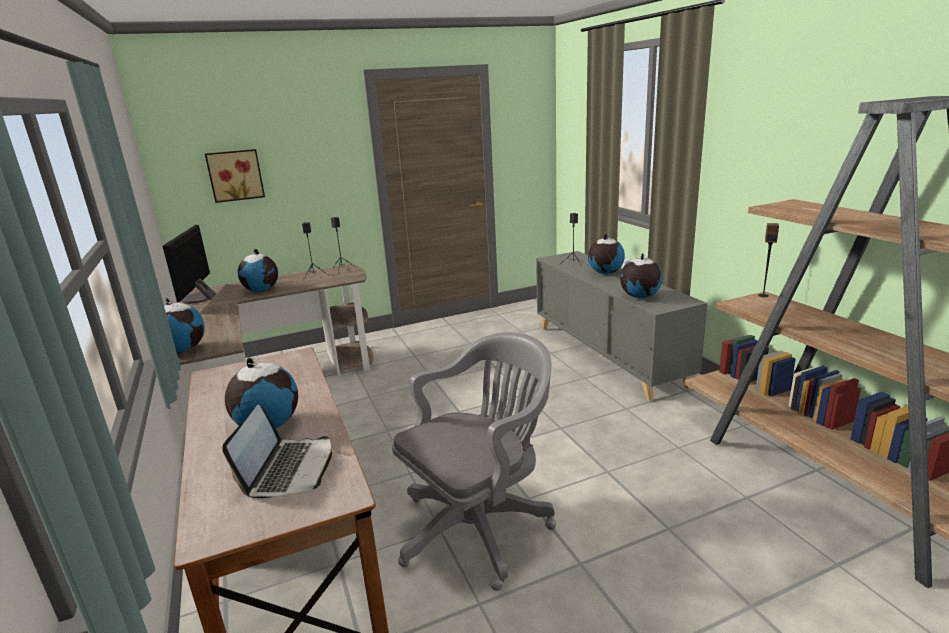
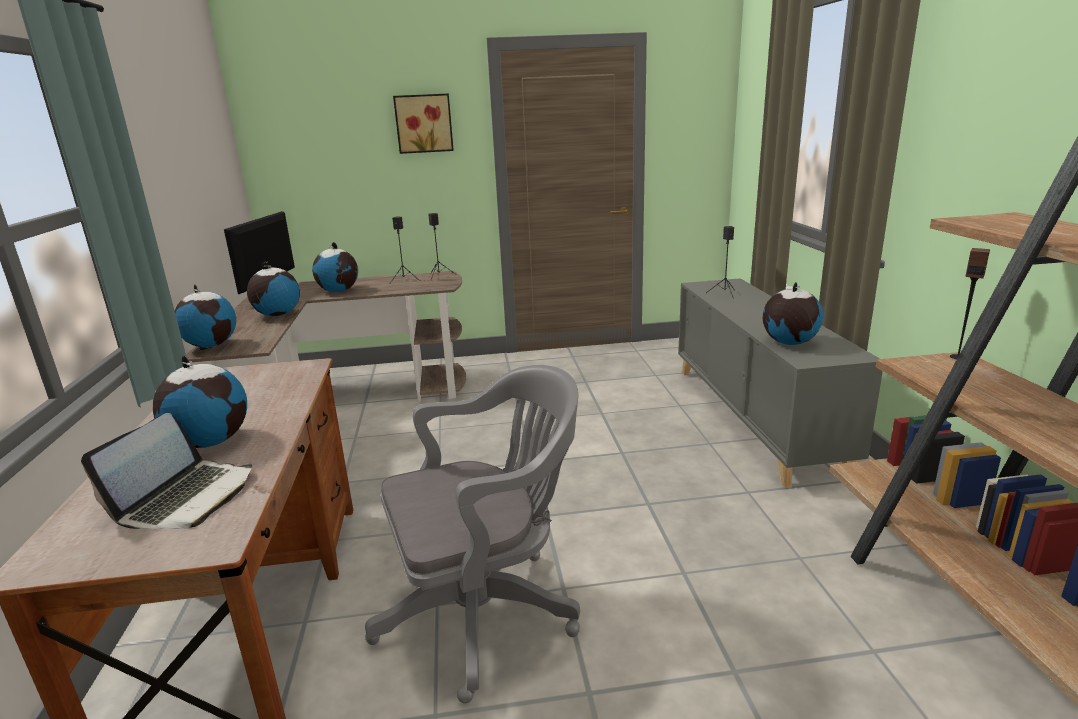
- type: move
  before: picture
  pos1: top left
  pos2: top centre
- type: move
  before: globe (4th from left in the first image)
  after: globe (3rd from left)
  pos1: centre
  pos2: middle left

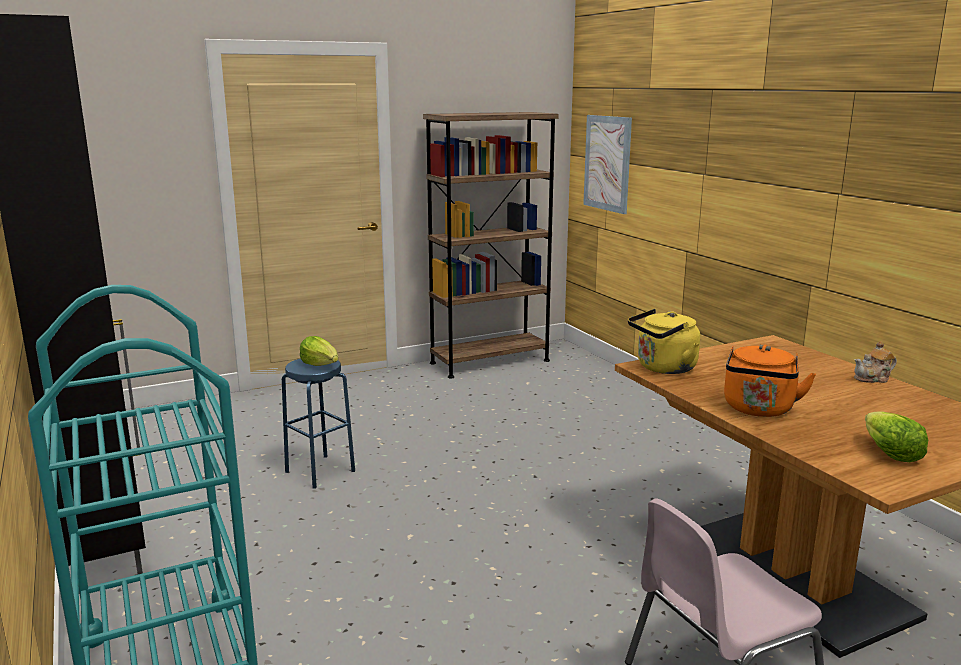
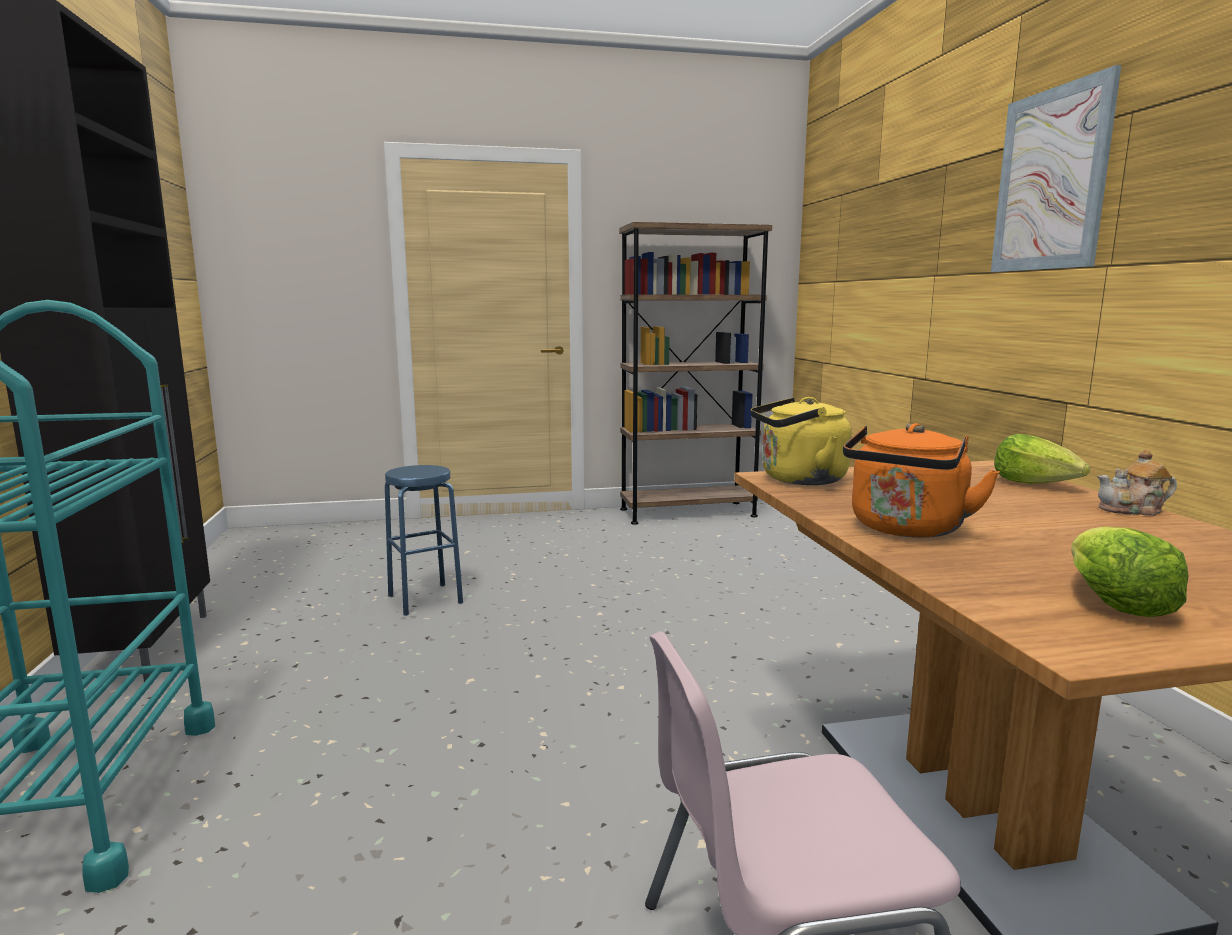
- type: move
  before: lettuce (1st from left)
  pos1: middle left
  pos2: middle right
- type: move
  before: picture
  pos1: top centre
  pos2: top right

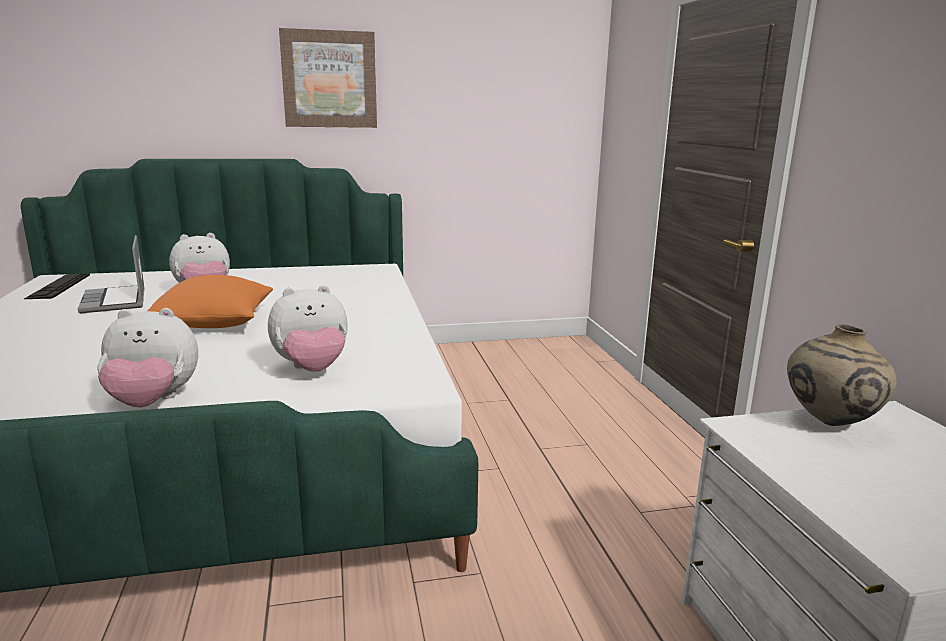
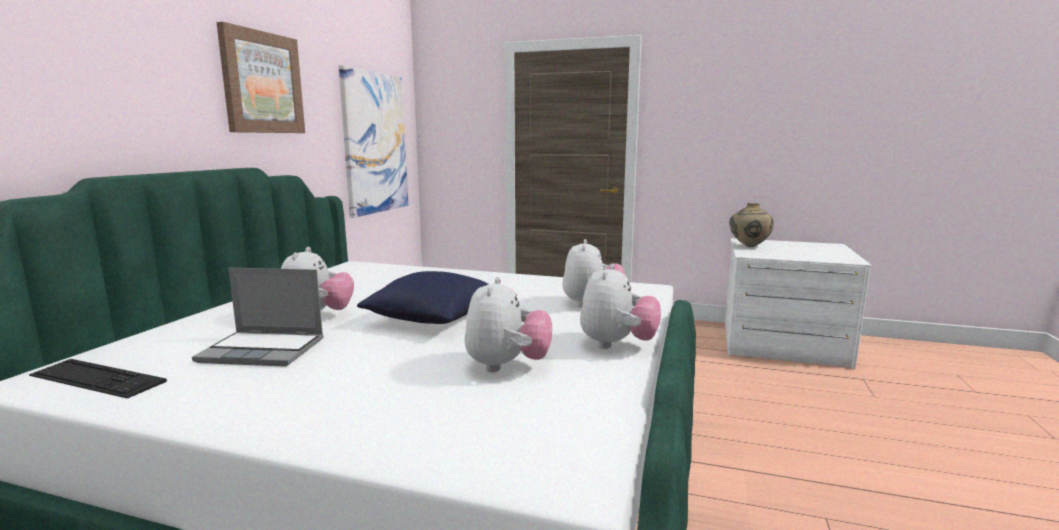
- type: recolor
  before: pillow (orange)
  after: pillow (blue)
  pos1: middle left
  pos2: centre
- type: insert
  after: picture (2nd from left)
  pos2: top centre
- type: insert
  after: plush toy (2nd from left)
  pos2: centre

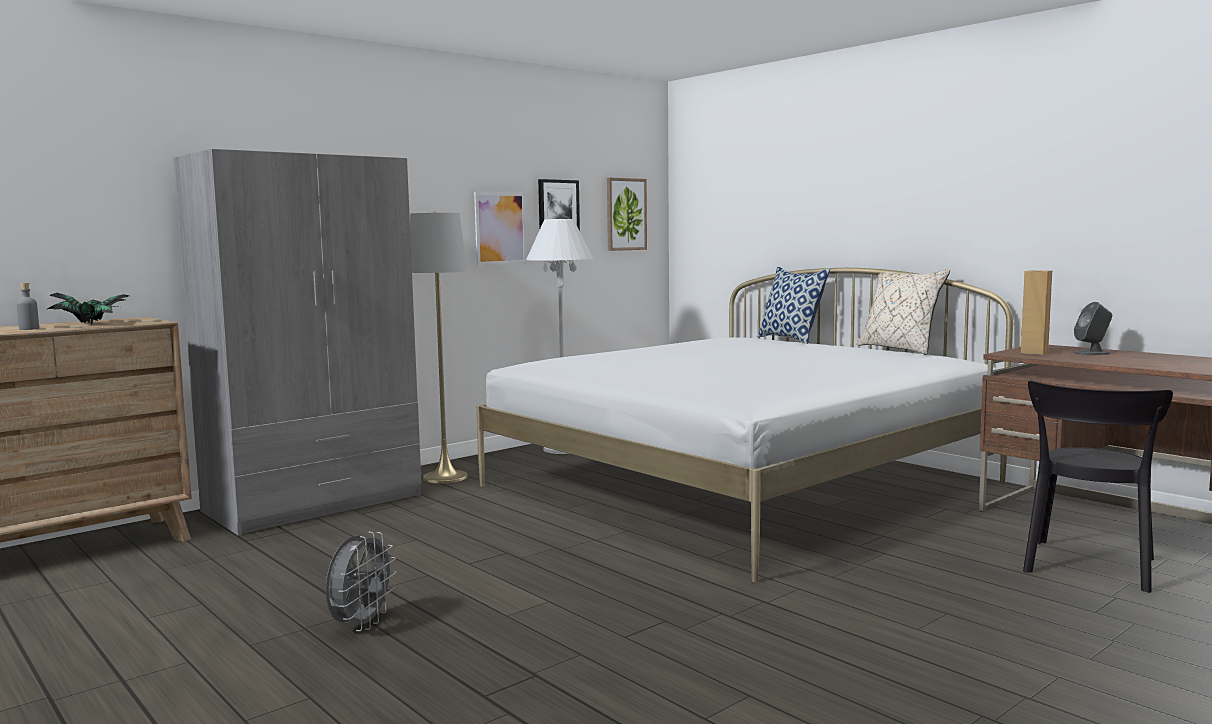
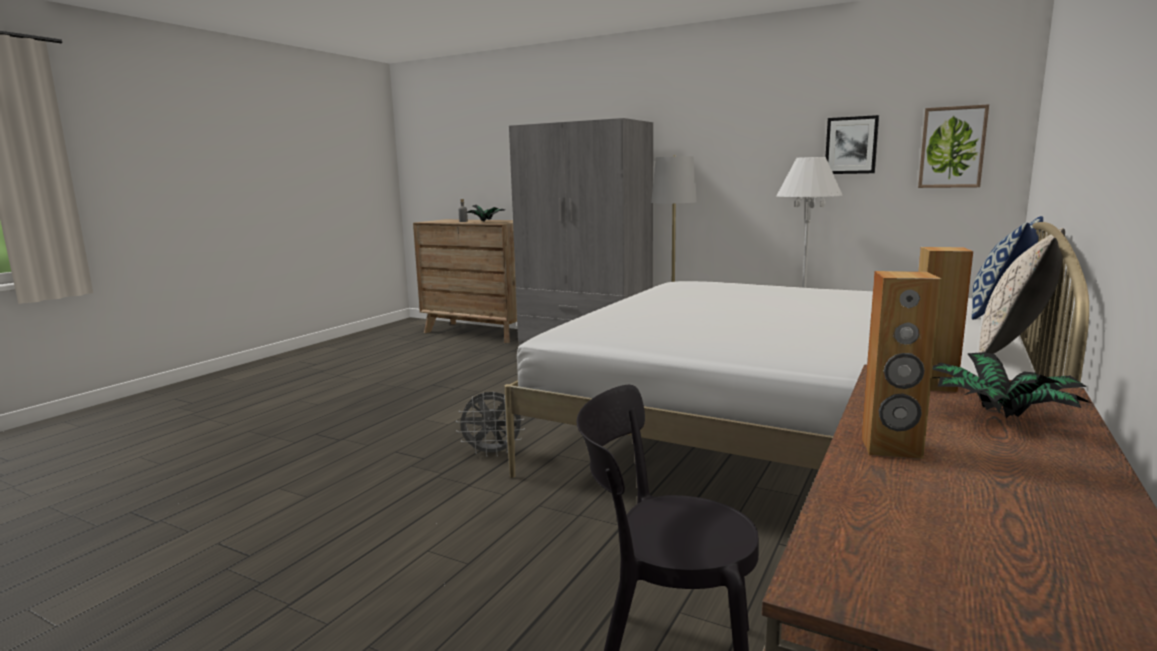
- type: move
  before: fan (grey)
  pos1: bottom left
  pos2: centre
- type: delete
  before: picture (1st from left)
  pos1: top centre
- type: replace
  before: speaker (grey)
  after: potted plant (2nd from left)
  pos1: middle right
  pos2: middle right
- type: insert
  after: speaker (brown) (1st from left)
  pos2: middle right

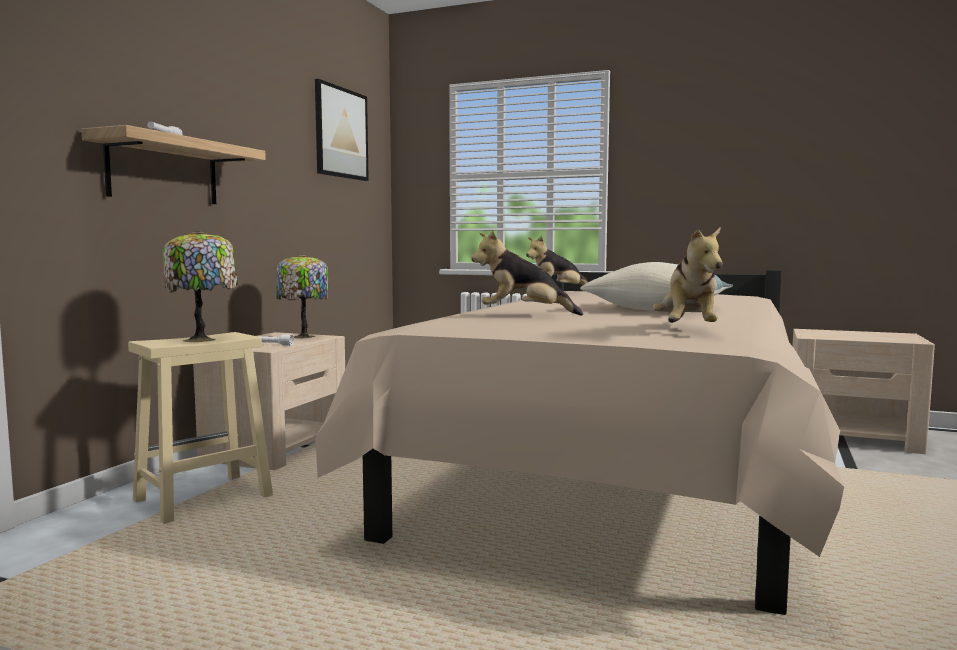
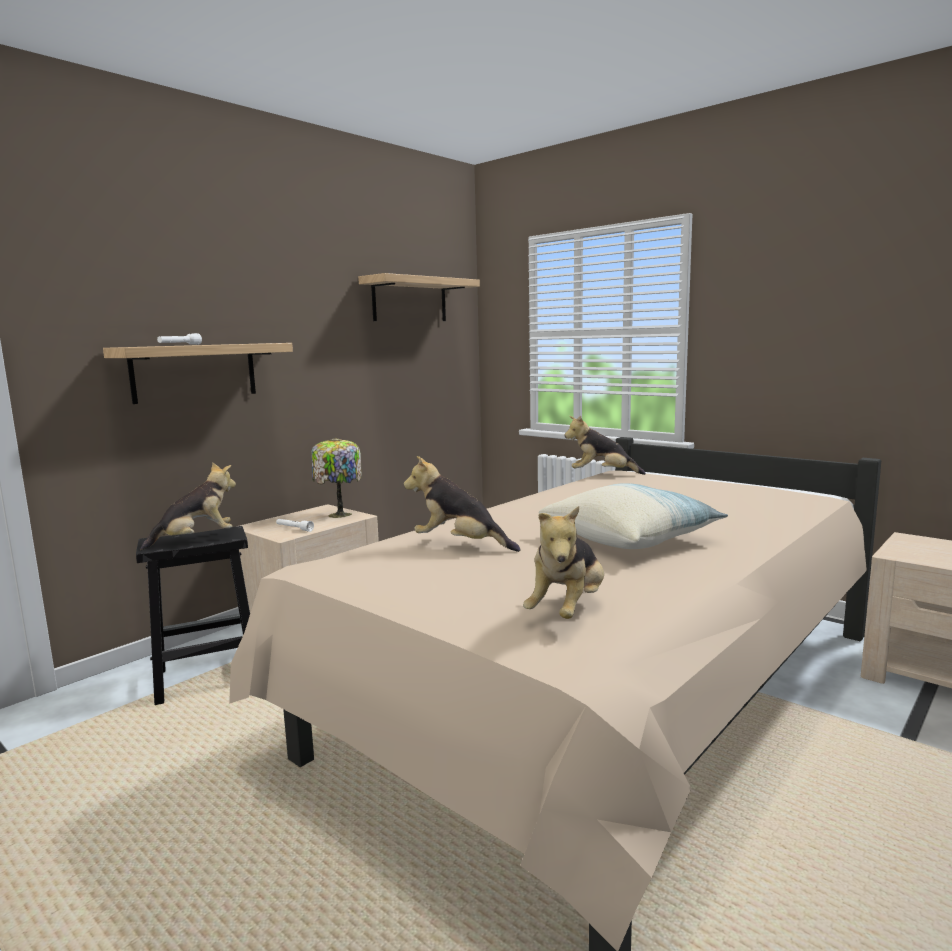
- type: recolor
  before: stool (beige)
  after: stool (black)
  pos1: middle left
  pos2: middle left
- type: replace
  before: table lamp (1st from left)
  after: plush toy (1st from left)
  pos1: middle left
  pos2: middle left
- type: replace
  before: picture
  after: shelf (2nd from left)
  pos1: top centre
  pos2: top centre

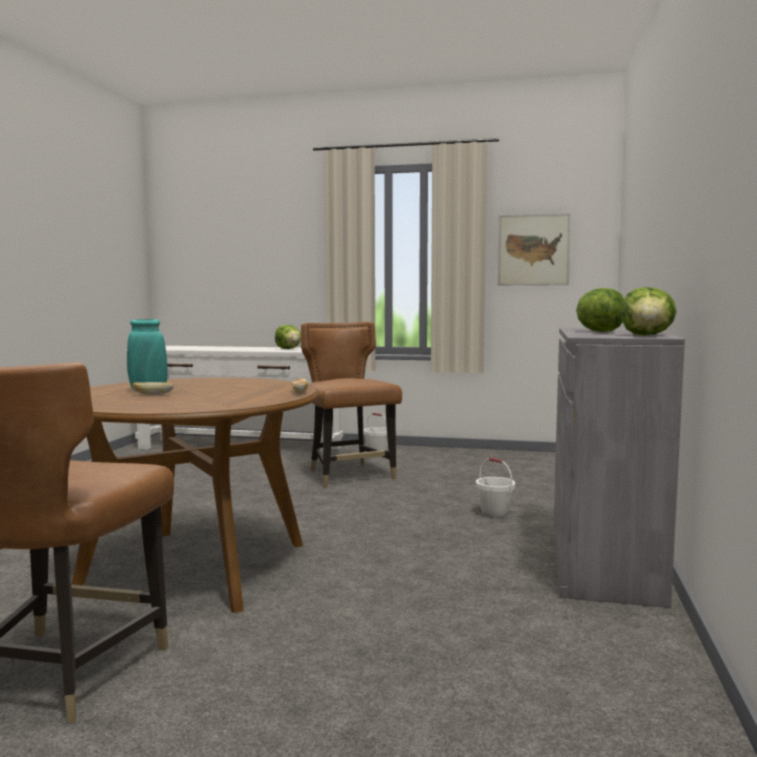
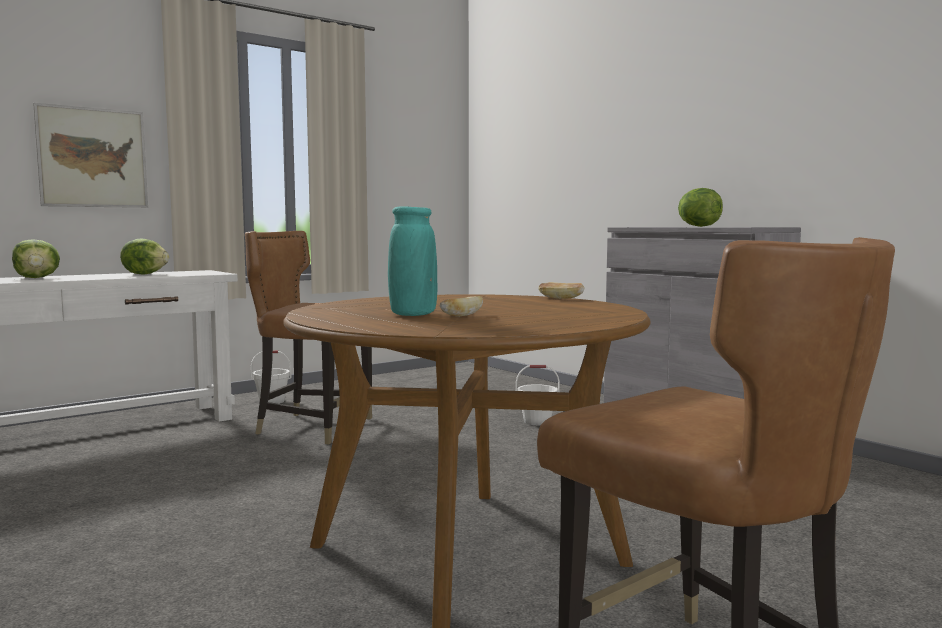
- type: move
  before: picture
  pos1: top right
  pos2: top left
- type: move
  before: lettuce (3rd from left in the first image)
  after: lettuce (1st from left)
  pos1: middle right
  pos2: middle left

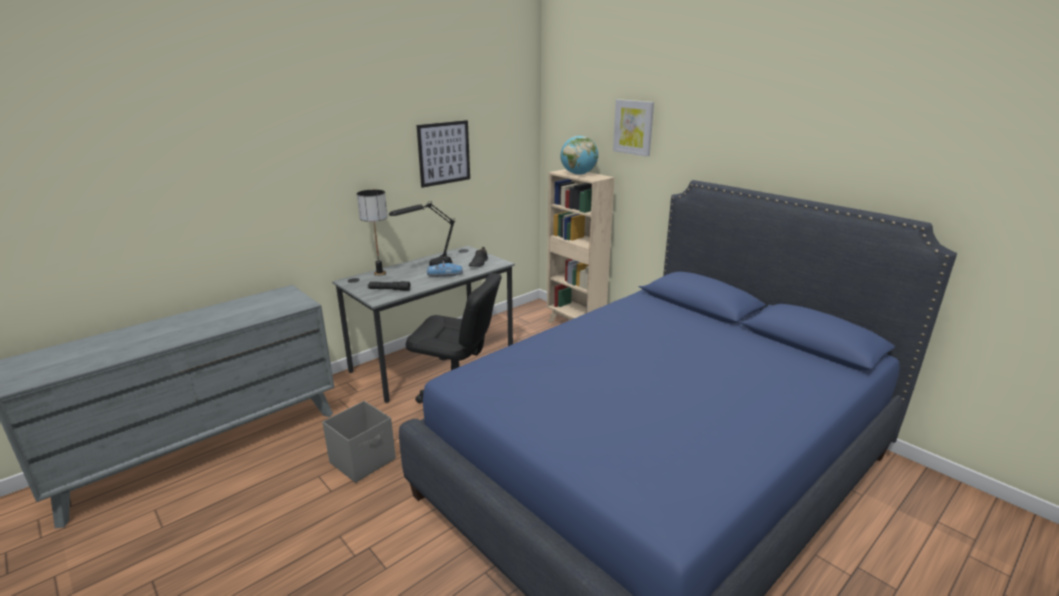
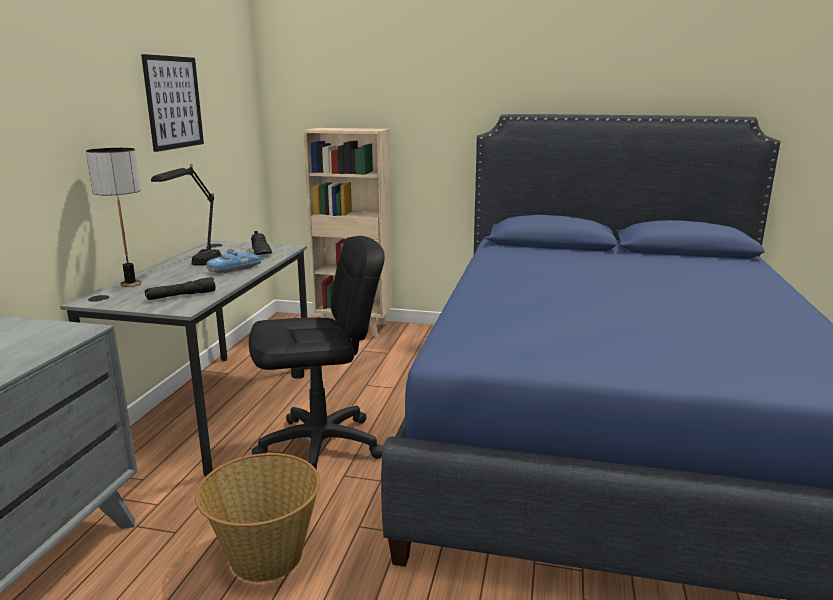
- type: replace
  before: storage box (grey)
  after: basket
  pos1: bottom centre
  pos2: bottom left
- type: delete
  before: globe
  pos1: top centre
- type: delete
  before: picture (2nd from left)
  pos1: top centre

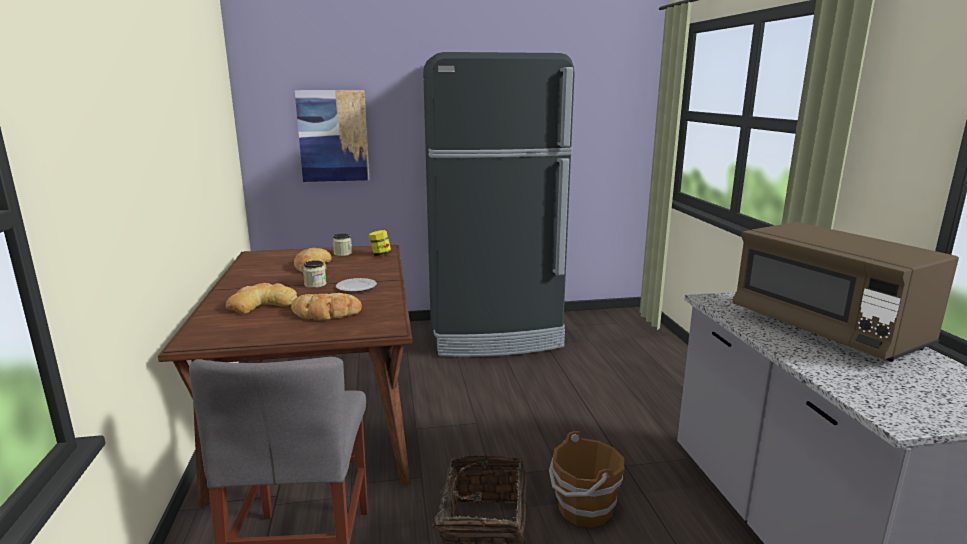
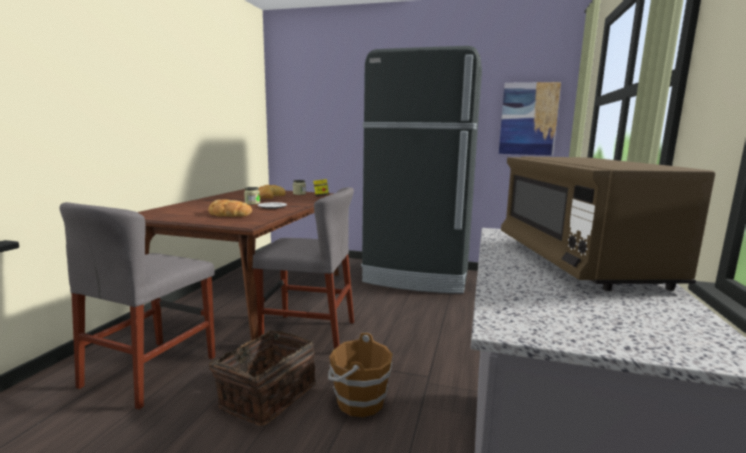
- type: delete
  before: bread (1st from left)
  pos1: middle left
- type: move
  before: picture
  pos1: top centre
  pos2: top right
- type: insert
  after: chair (grey) (2nd from left)
  pos2: centre

